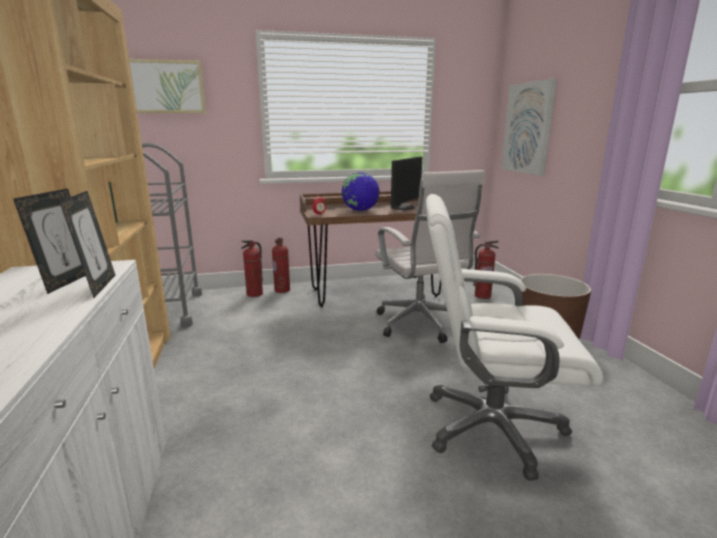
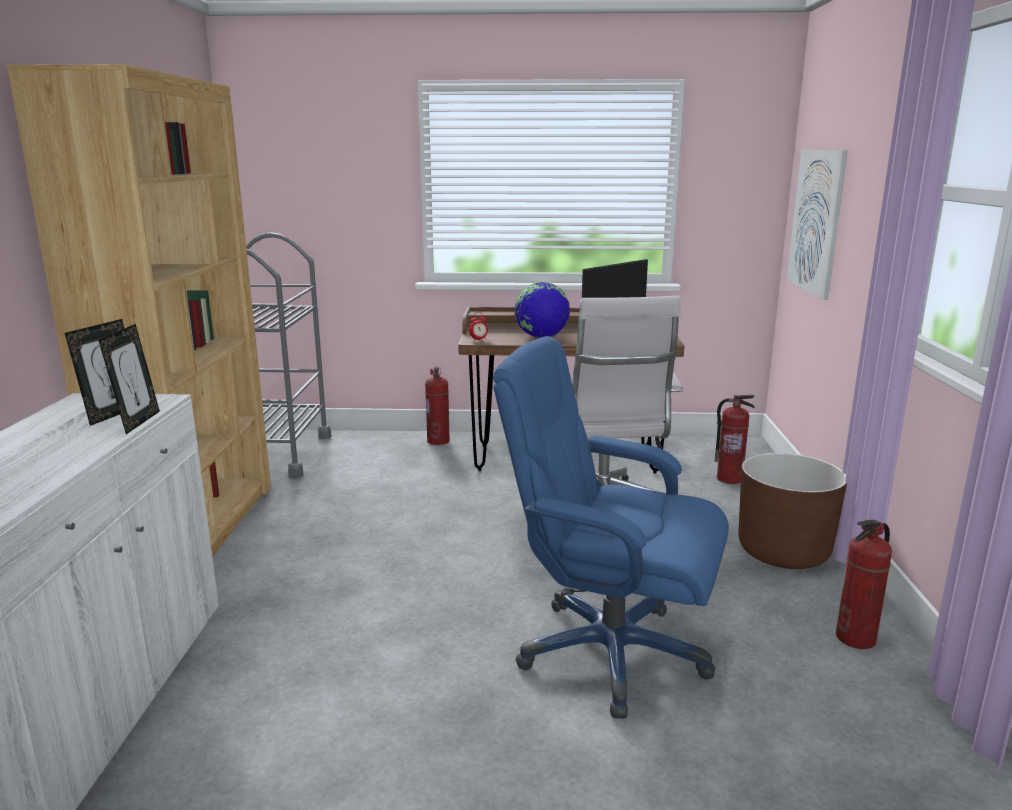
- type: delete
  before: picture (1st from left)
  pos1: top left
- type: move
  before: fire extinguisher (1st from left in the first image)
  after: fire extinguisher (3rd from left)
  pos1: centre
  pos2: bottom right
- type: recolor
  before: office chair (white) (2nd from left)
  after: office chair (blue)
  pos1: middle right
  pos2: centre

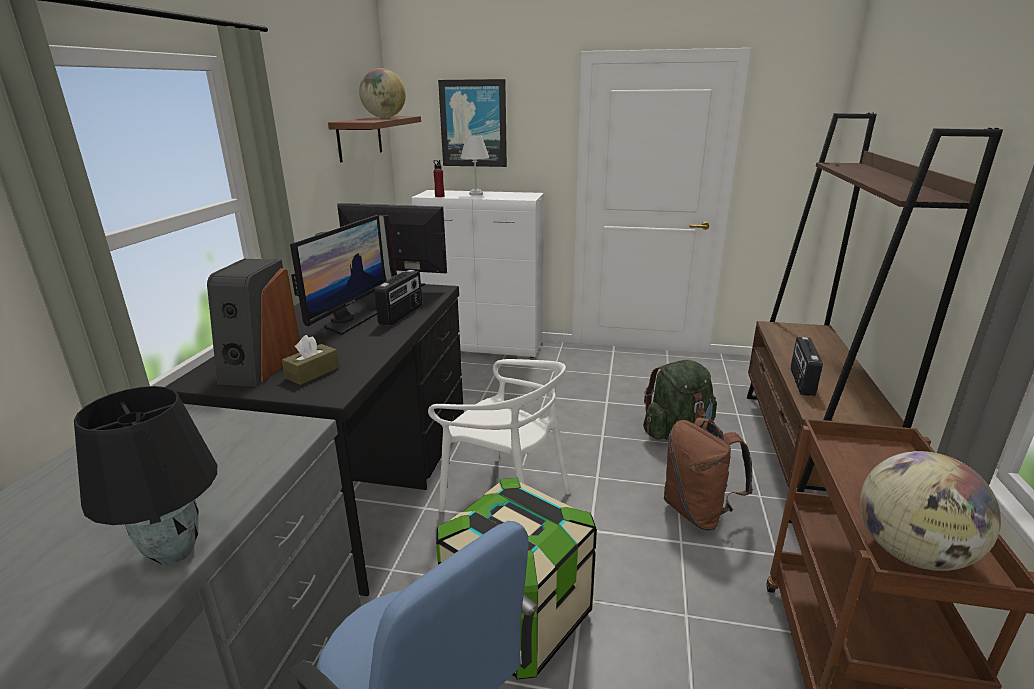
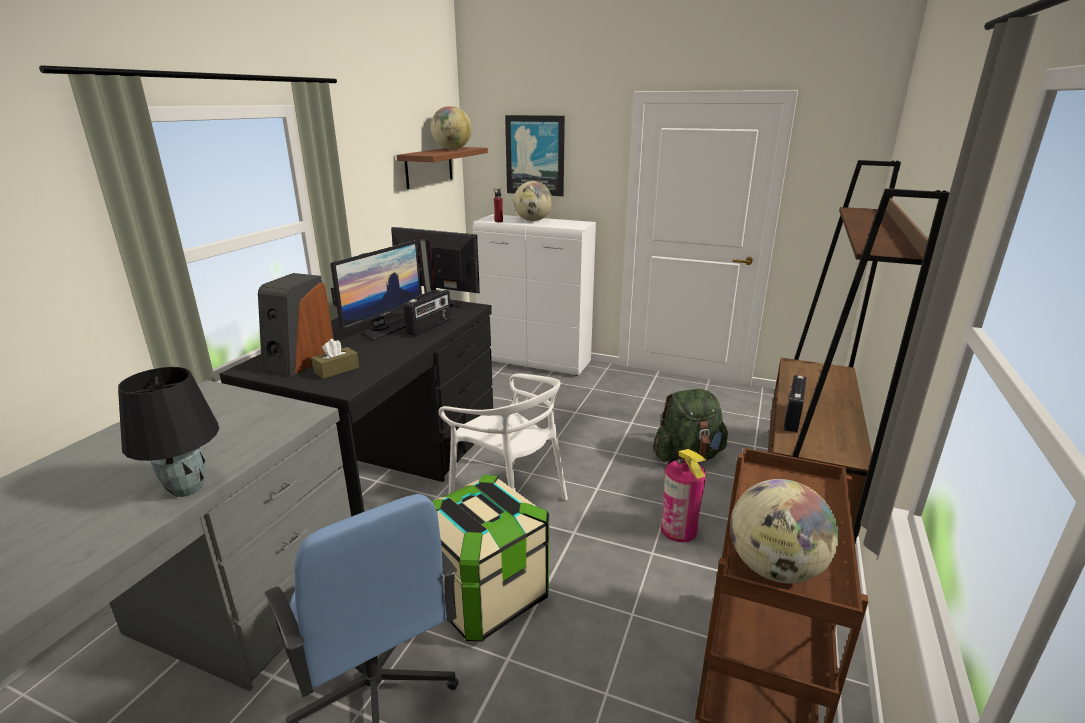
- type: replace
  before: table lamp (white)
  after: globe (2nd from left)
  pos1: top centre
  pos2: top centre
- type: replace
  before: backpack (brown)
  after: fire extinguisher
  pos1: bottom right
  pos2: bottom centre

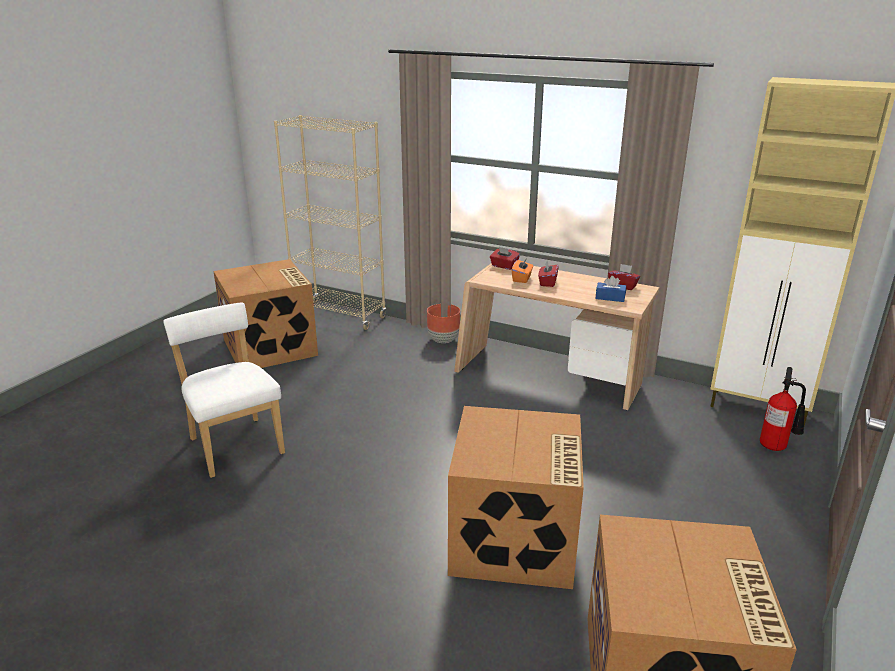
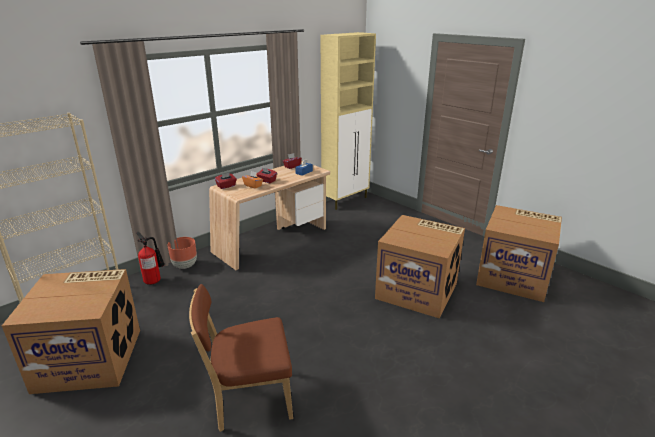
- type: recolor
  before: chair (white)
  after: chair (brown)
  pos1: middle left
  pos2: bottom centre
- type: move
  before: fire extinguisher
  pos1: middle right
  pos2: middle left

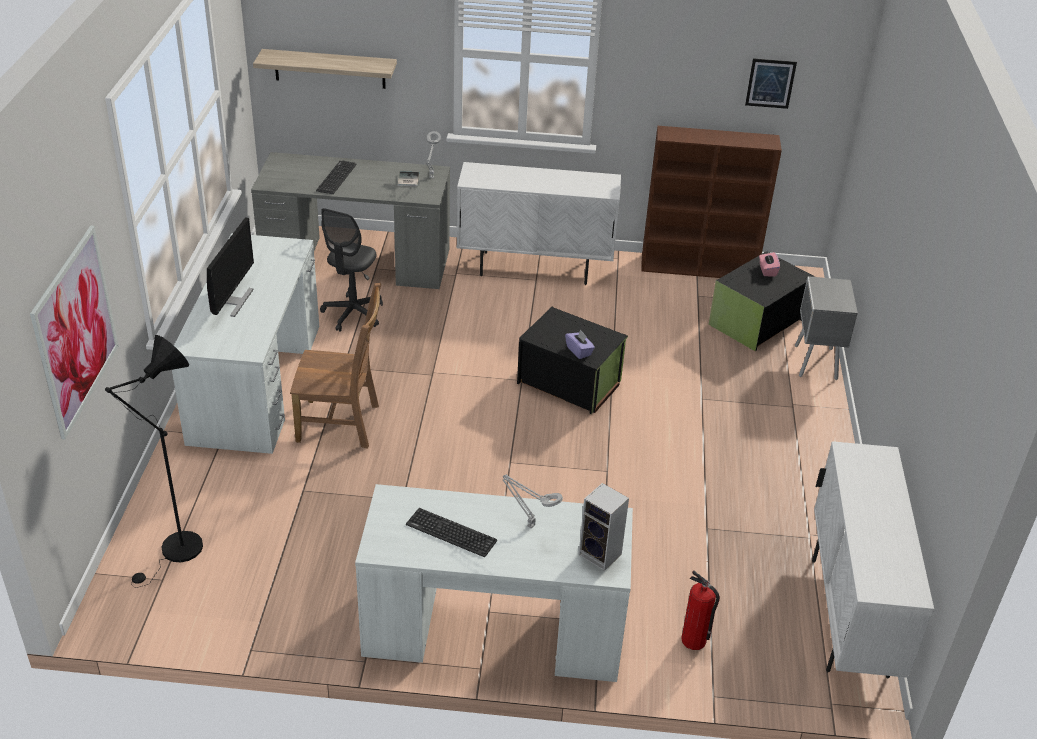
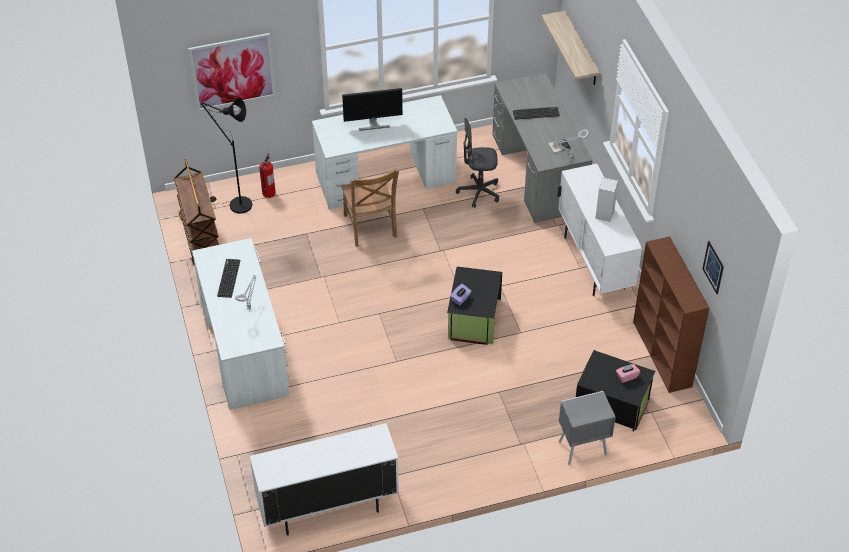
- type: move
  before: speaker
  pos1: bottom centre
  pos2: middle right
- type: move
  before: fire extinguisher
  pos1: bottom right
  pos2: top left
- type: insert
  after: cart (brown)
  pos2: middle left

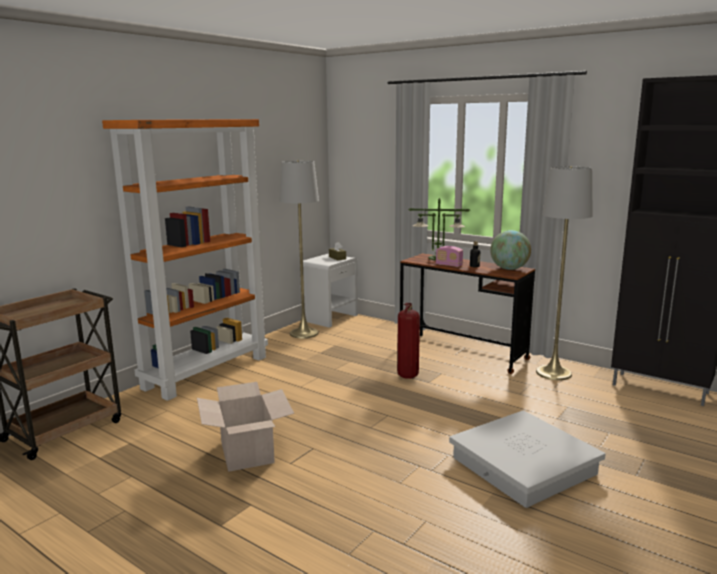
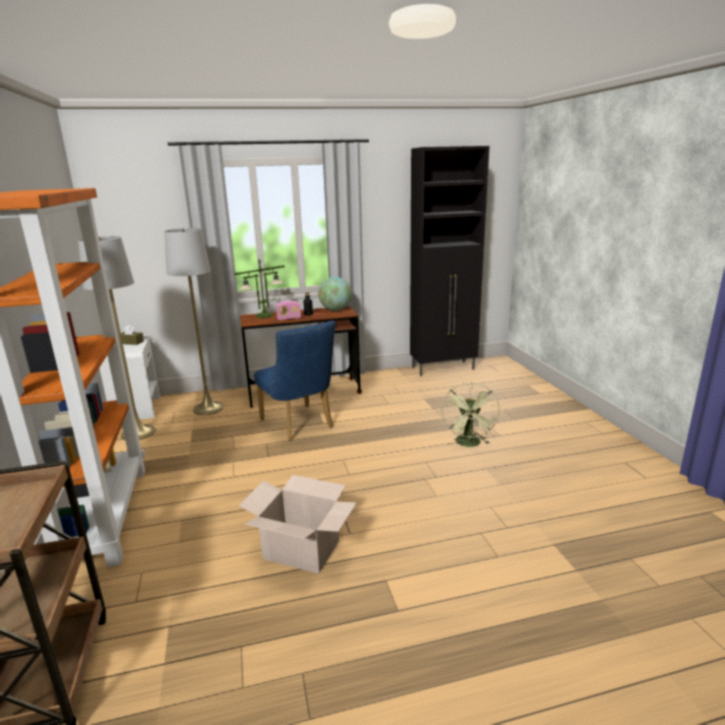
- type: replace
  before: fire extinguisher
  after: chair (blue)
  pos1: centre
  pos2: centre
- type: replace
  before: storage box (white)
  after: fan (green)
  pos1: bottom right
  pos2: centre
- type: move
  before: floor lamp (grey) (2nd from left)
  pos1: middle right
  pos2: middle left

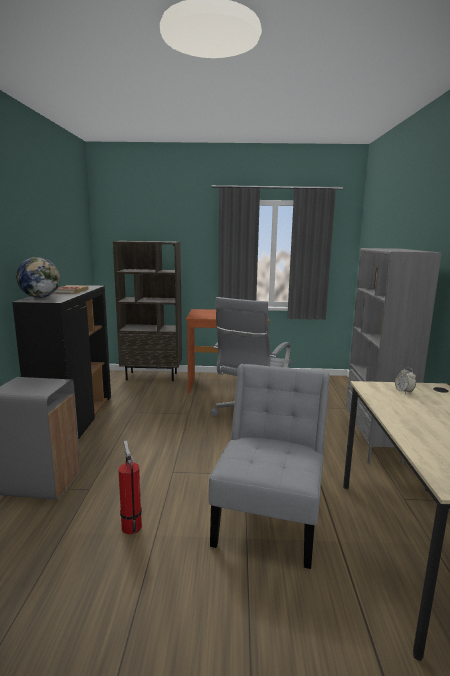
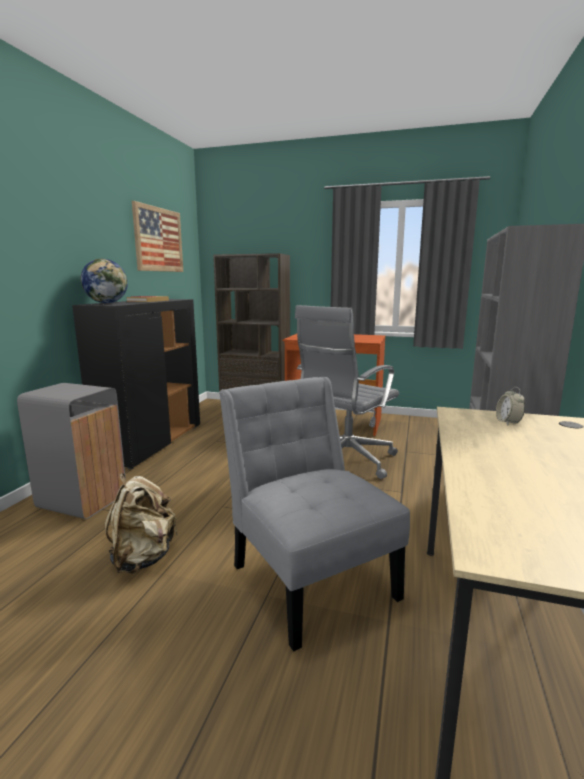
- type: replace
  before: fire extinguisher
  after: backpack (beige)
  pos1: bottom left
  pos2: bottom left
- type: rotate
  before: chair (grey)
  pos1: bottom centre
  pos2: centre
  turn: -60
- type: insert
  after: picture
  pos2: top left

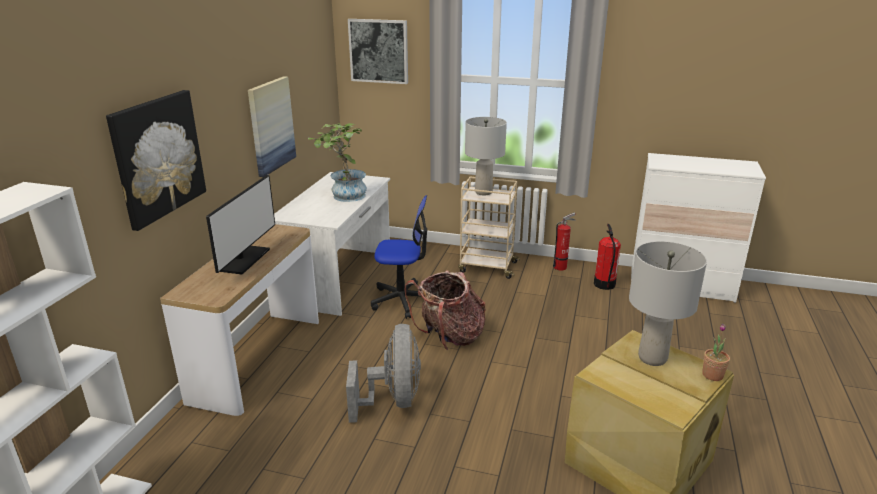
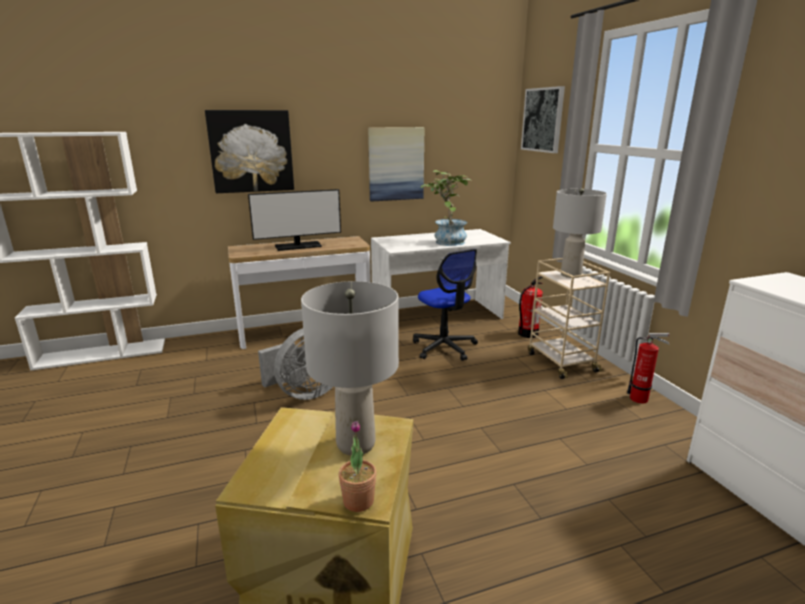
- type: delete
  before: backpack
  pos1: centre
- type: move
  before: fire extinguisher (2nd from left in the first image)
  after: fire extinguisher (1st from left)
  pos1: middle right
  pos2: centre

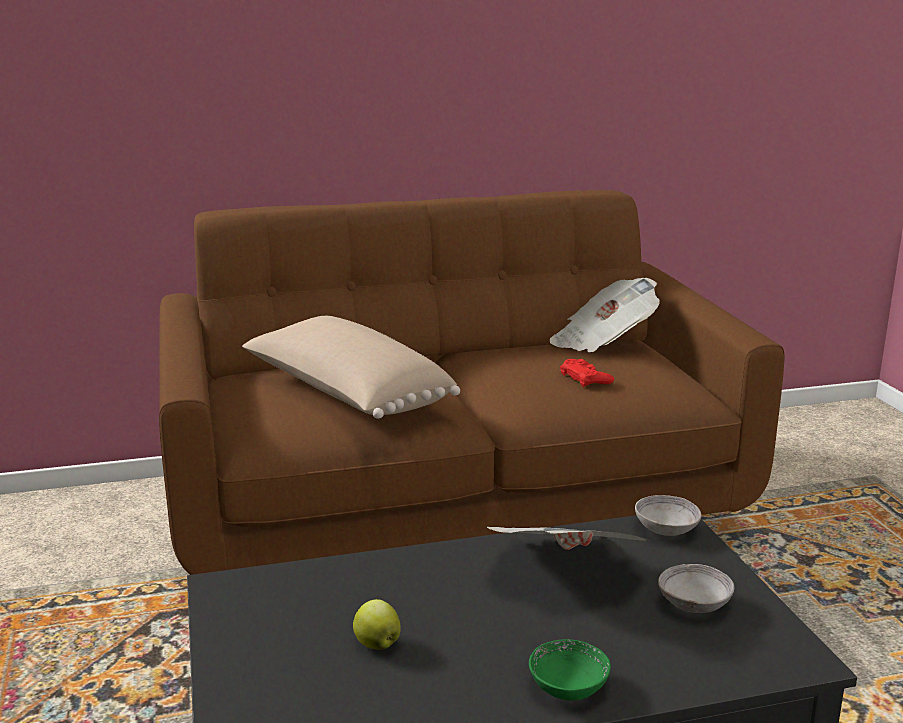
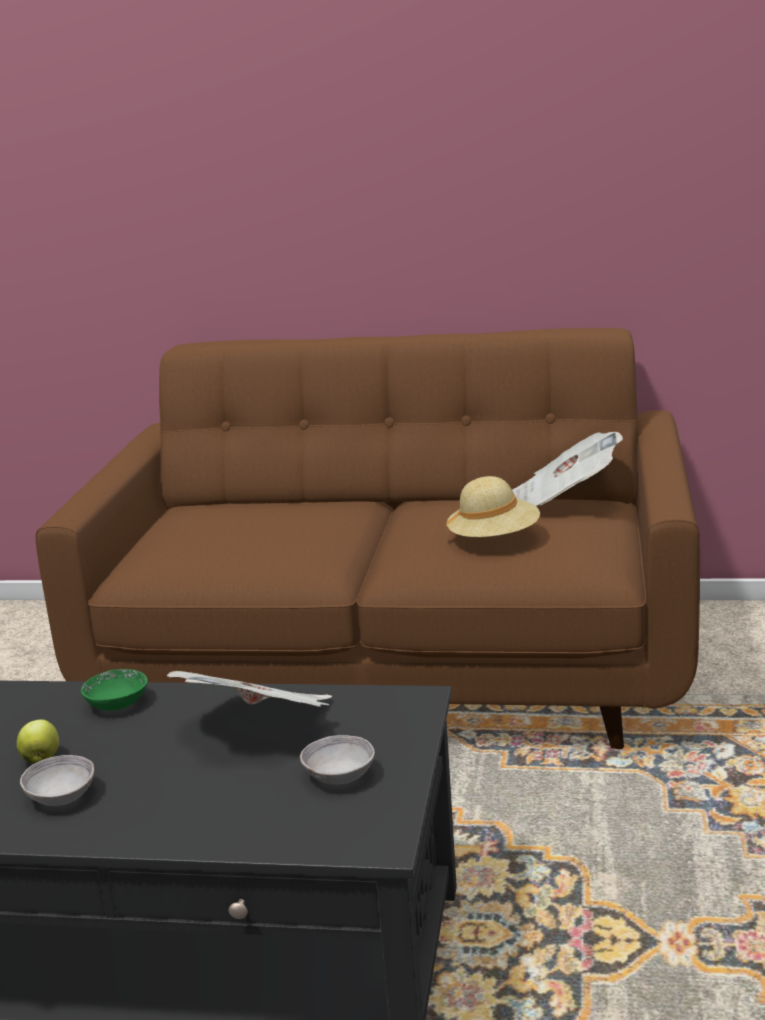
- type: delete
  before: pillow (beige)
  pos1: centre
- type: move
  before: bowl (green)
  pos1: bottom centre
  pos2: bottom left
- type: replace
  before: game controller (red)
  after: hat (beige)
  pos1: centre
  pos2: centre
- type: move
  before: bowl (grey) (1st from left)
  pos1: bottom right
  pos2: bottom left

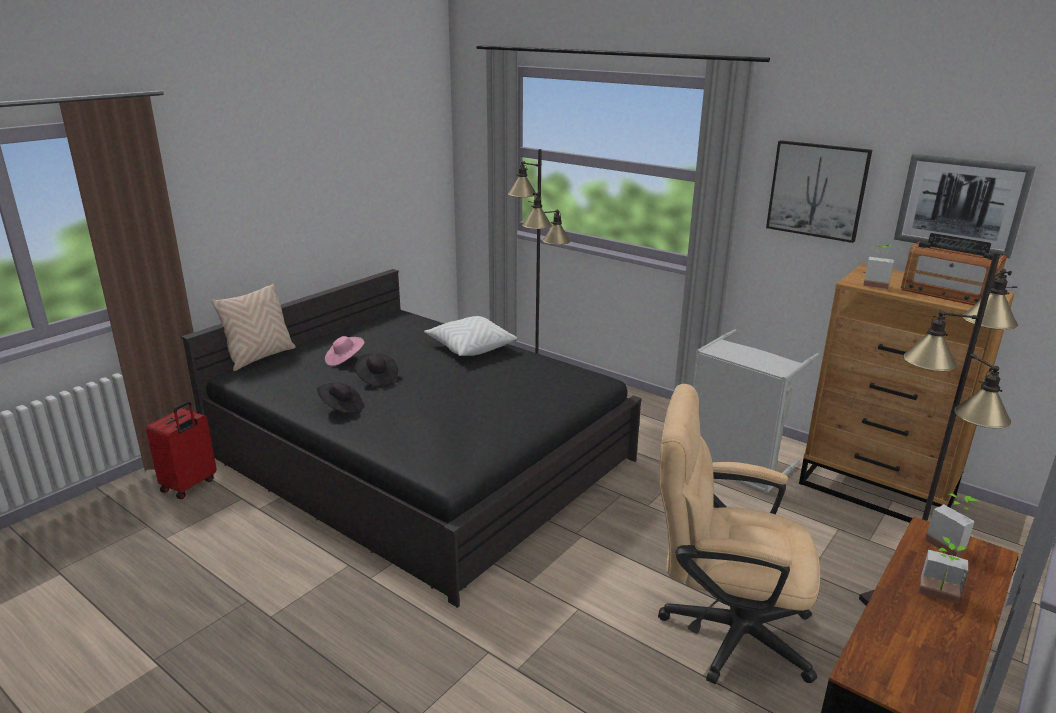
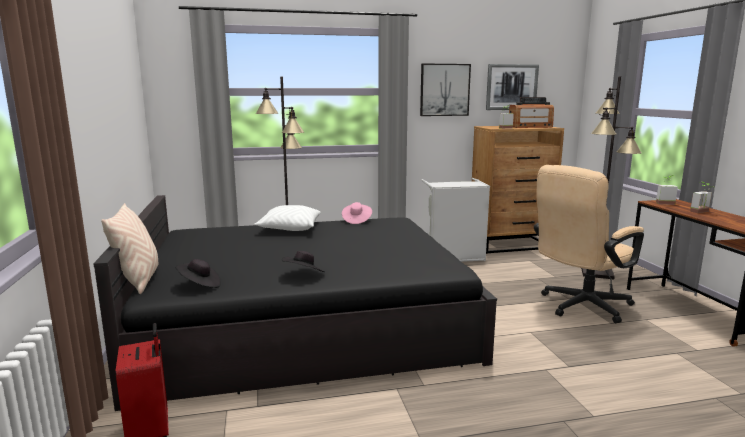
- type: move
  before: hat (pink)
  pos1: middle left
  pos2: centre
- type: move
  before: hat (black) (2nd from left in the first image)
  after: hat (black) (1st from left)
  pos1: centre
  pos2: middle left

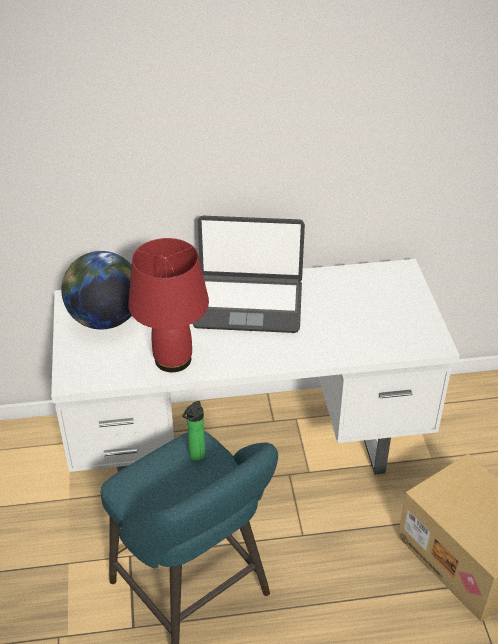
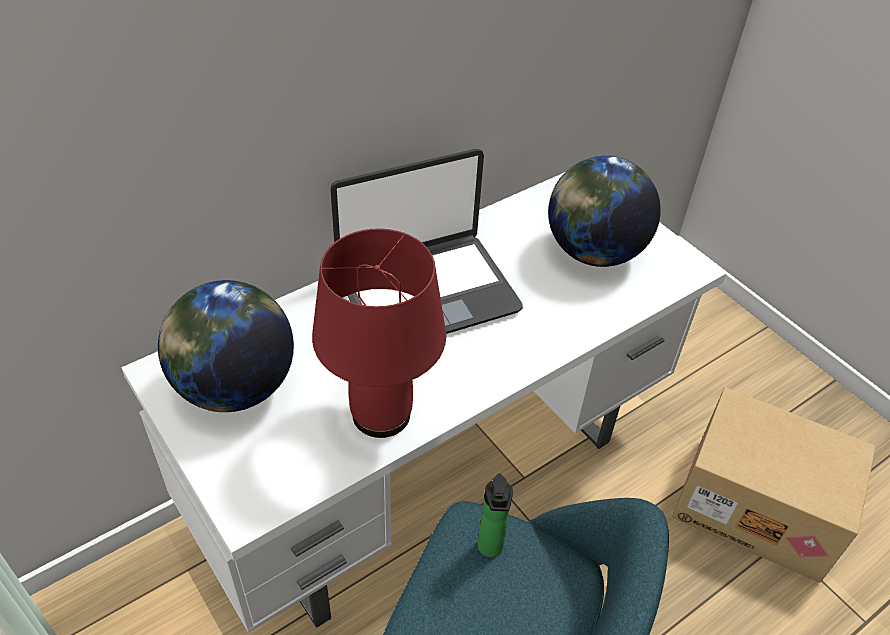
- type: insert
  after: globe (2nd from left)
  pos2: top right

